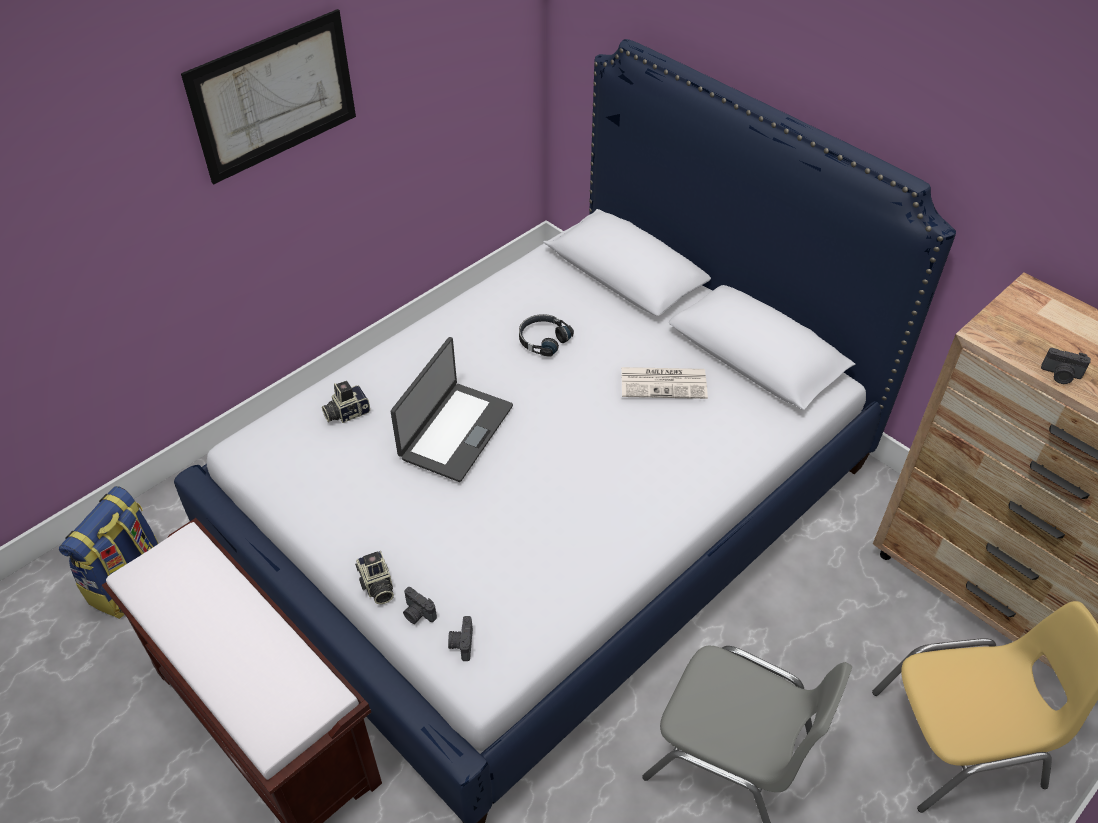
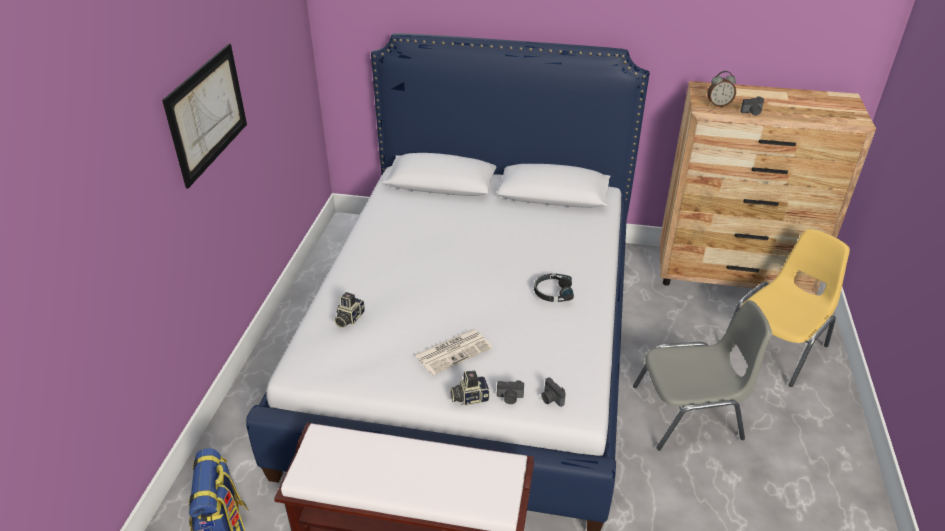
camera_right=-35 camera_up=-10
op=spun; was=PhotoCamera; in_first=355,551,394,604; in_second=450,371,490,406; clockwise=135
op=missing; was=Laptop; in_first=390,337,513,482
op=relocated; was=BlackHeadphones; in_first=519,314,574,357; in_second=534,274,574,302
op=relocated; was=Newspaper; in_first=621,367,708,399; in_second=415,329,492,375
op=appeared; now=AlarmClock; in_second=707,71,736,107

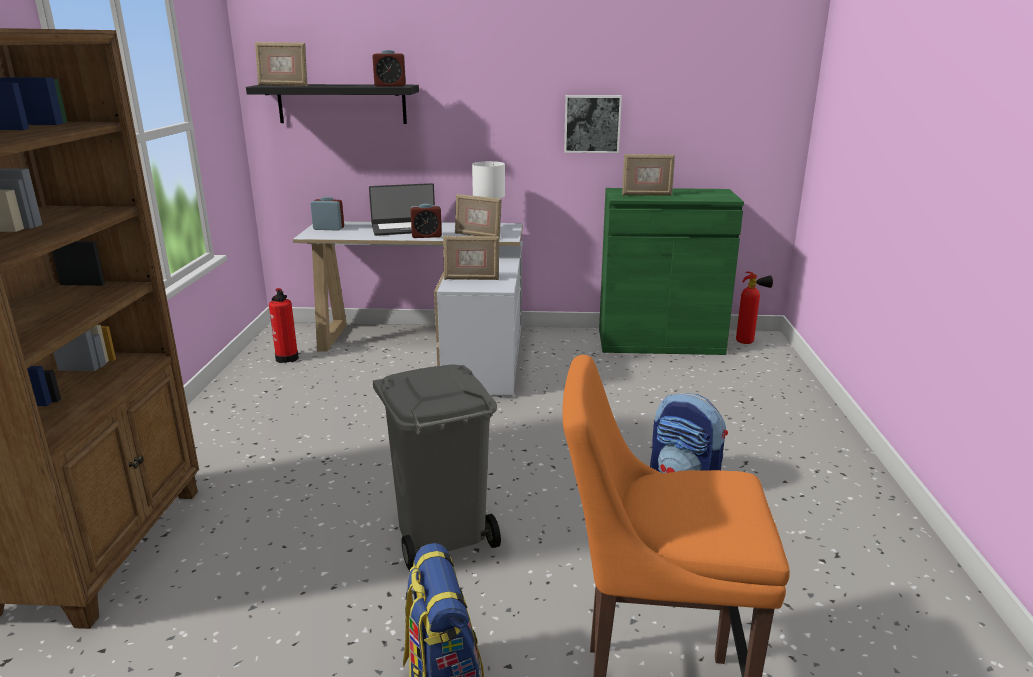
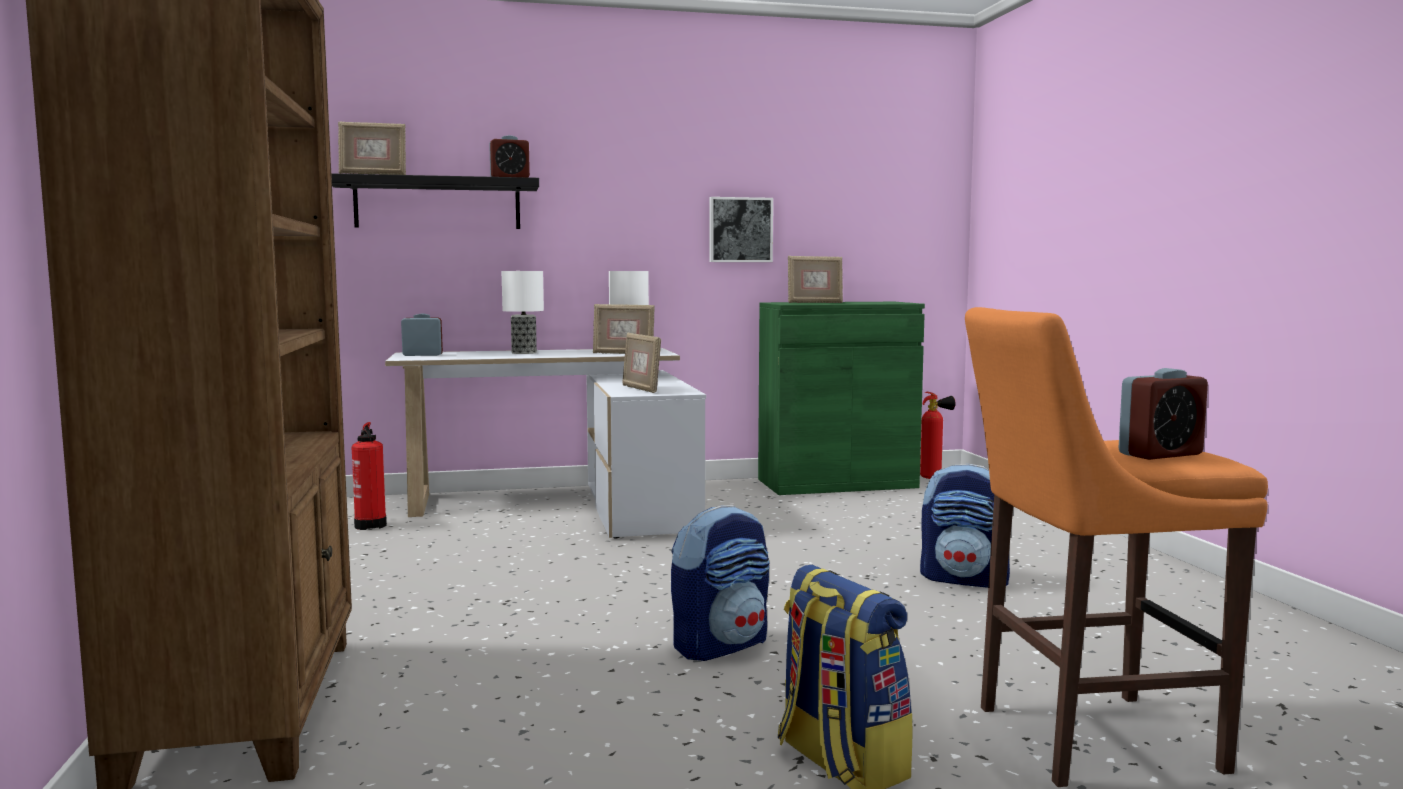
camera_right=-15 camera_up=-15
op=exchanged; was=Laptop; now=TableLamp; in_first=369,183,435,236; in_second=502,271,544,354
op=exchanged; was=GreyTrashCan; now=Backpack; in_first=373,365,501,571; in_second=671,505,770,661
op=relocated; was=AlarmClock; in_first=410,204,442,238; in_second=1118,368,1208,460
op=spun; was=PictureFrame; in_first=443,236,499,280; in_second=622,333,661,393; clockwise=75

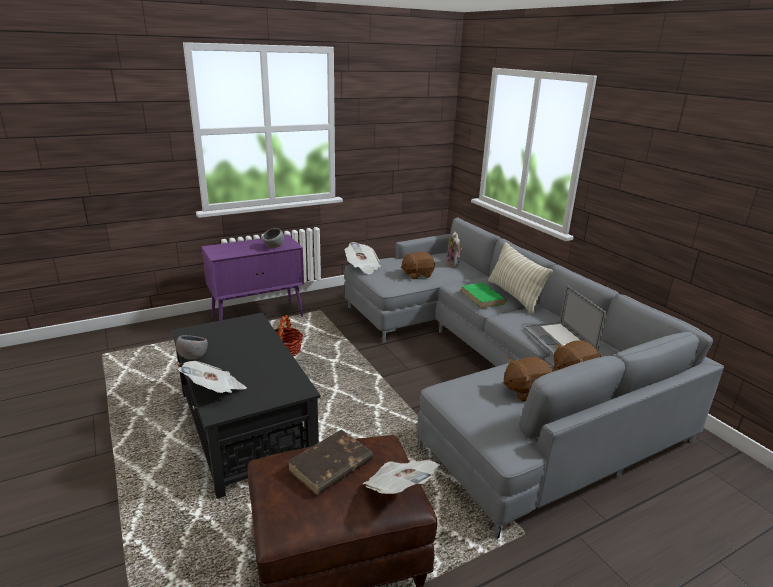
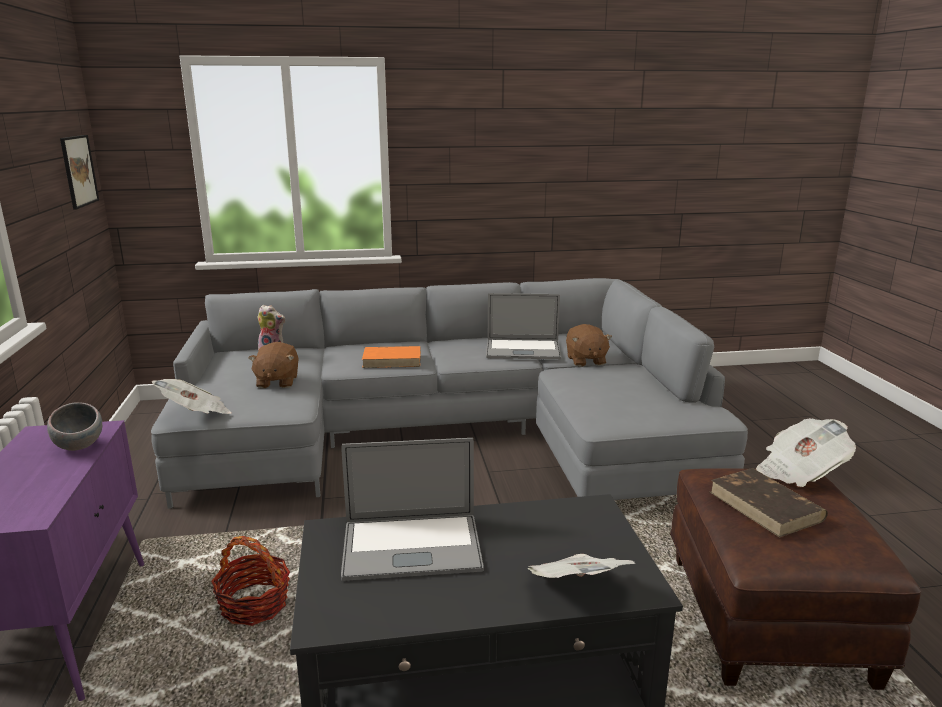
camera_right=-70 camera_up=-5
op=missing; was=GreyBowl; in_first=176,335,208,360
op=colour; was=GreenBook; now=OrangeBook; in_first=461,283,507,308; in_second=362,346,421,368
op=missing; was=Pillow; in_first=488,242,553,314
op=missing; was=BrownPlushToy; in_first=503,357,553,402
op=appeared; now=Picture; in_second=60,135,99,210
op=appeared; now=Laptop; in_second=341,438,483,581

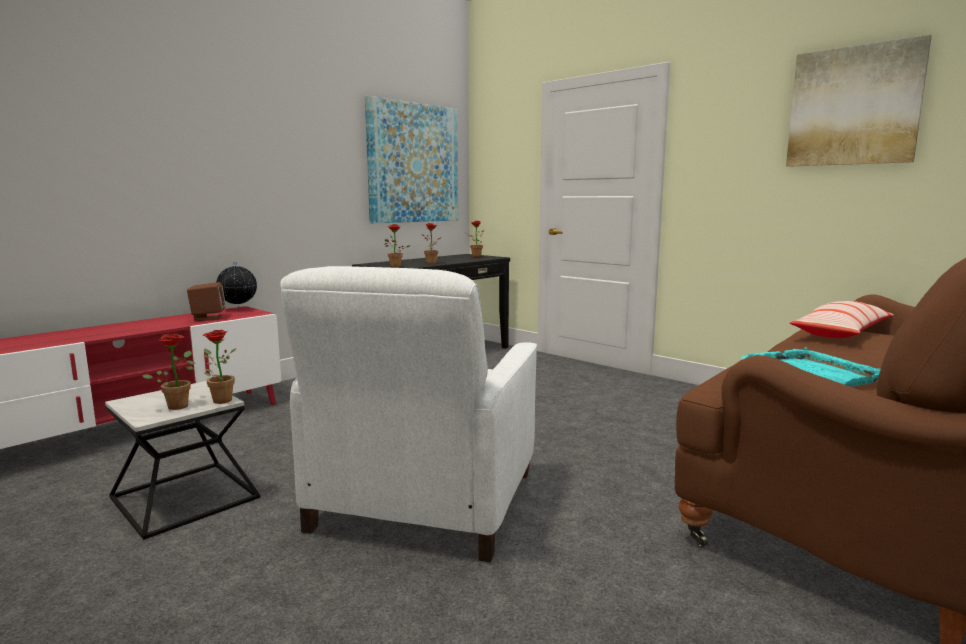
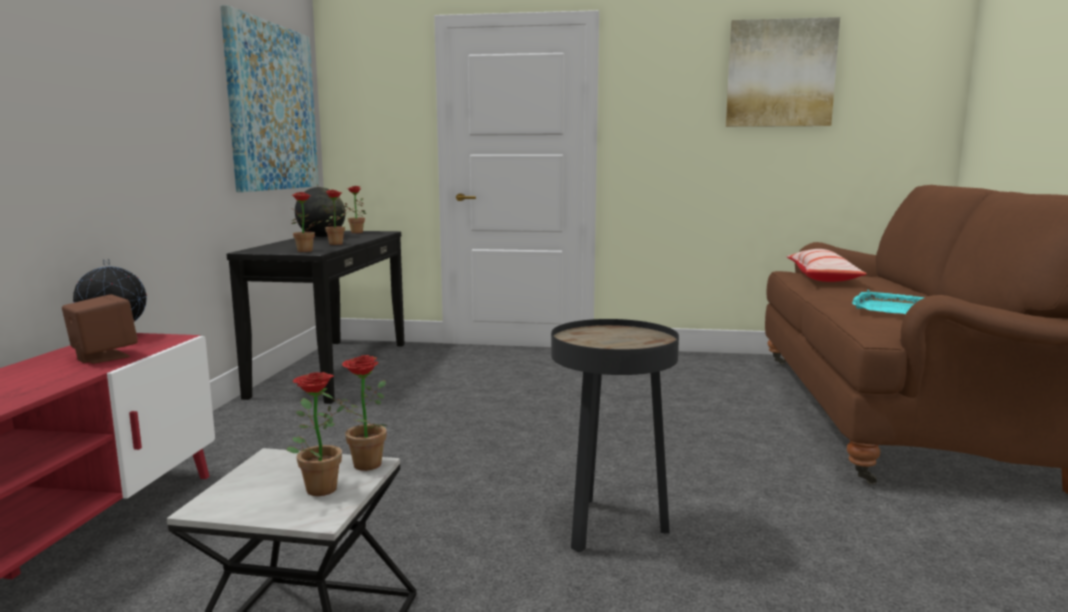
camera_right=-35 camera_up=0
op=exchanged; was=WhiteArmchair; now=BlackSideTable; in_first=280,266,537,562; in_second=551,319,679,552
op=appeared; now=Globe; in_second=295,187,345,237

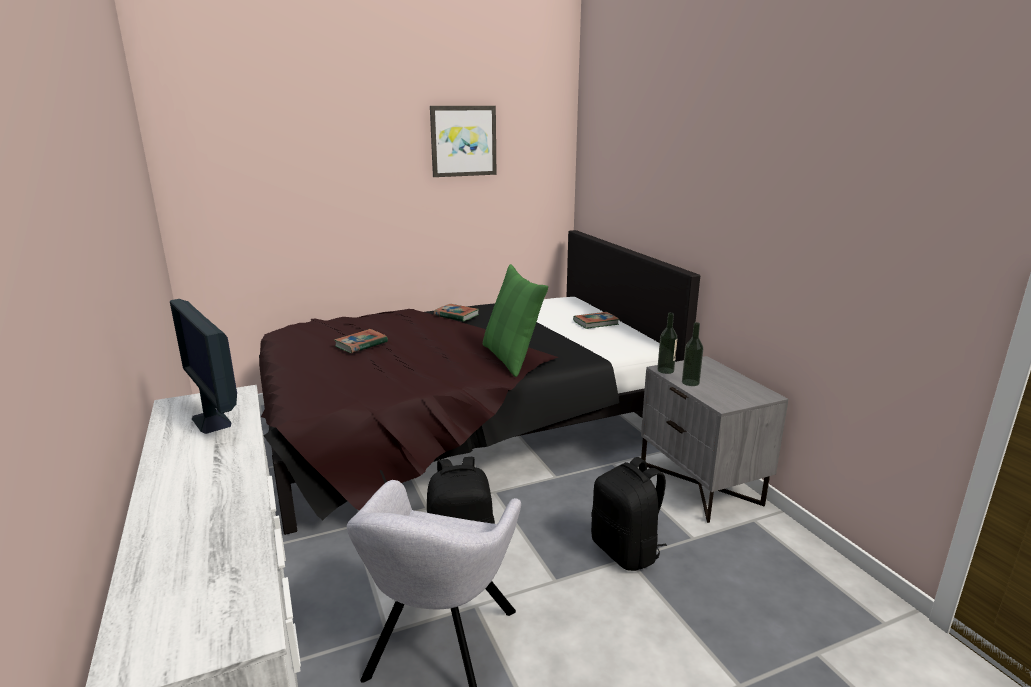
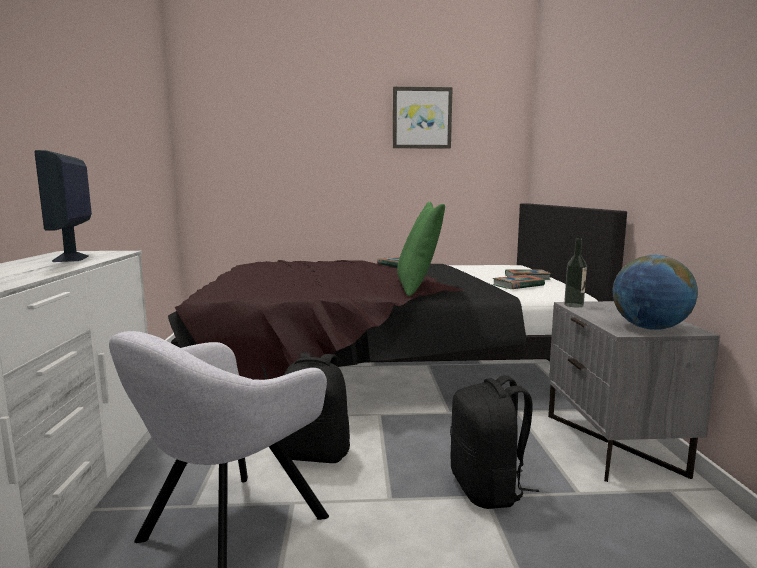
camera_right=20 camera_up=-10
op=relocated; was=Book; in_first=334,329,388,353; in_second=493,274,545,289
op=missing; was=Bottle; in_first=682,322,703,386
op=appeared; now=Globe; in_second=613,255,698,330

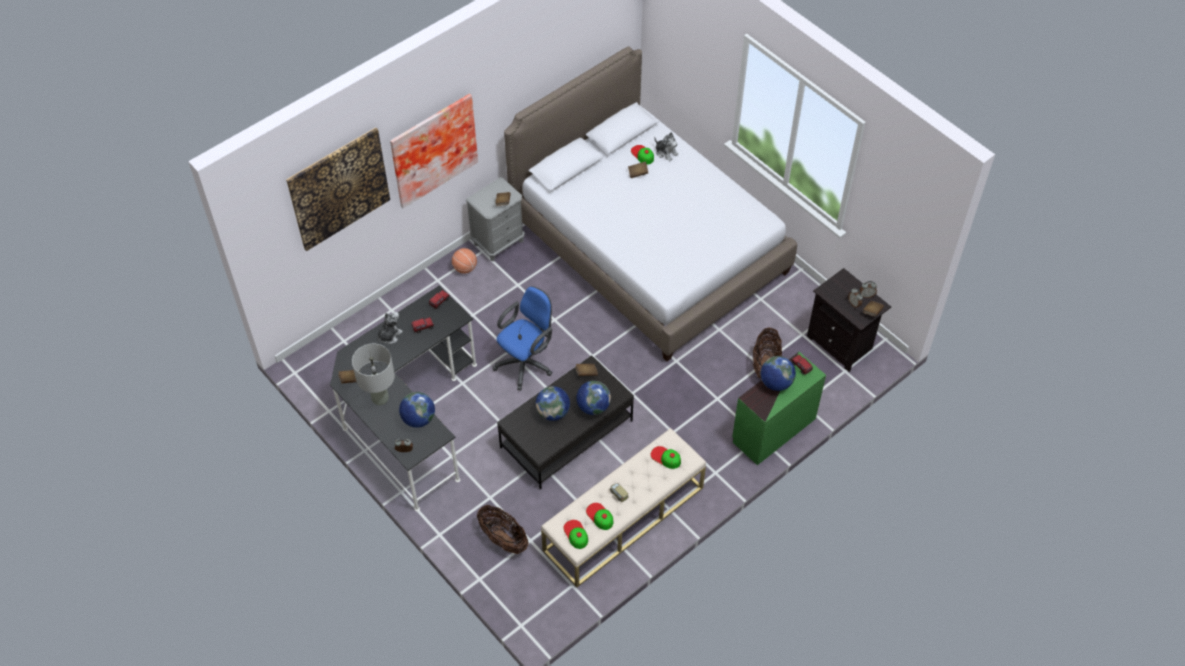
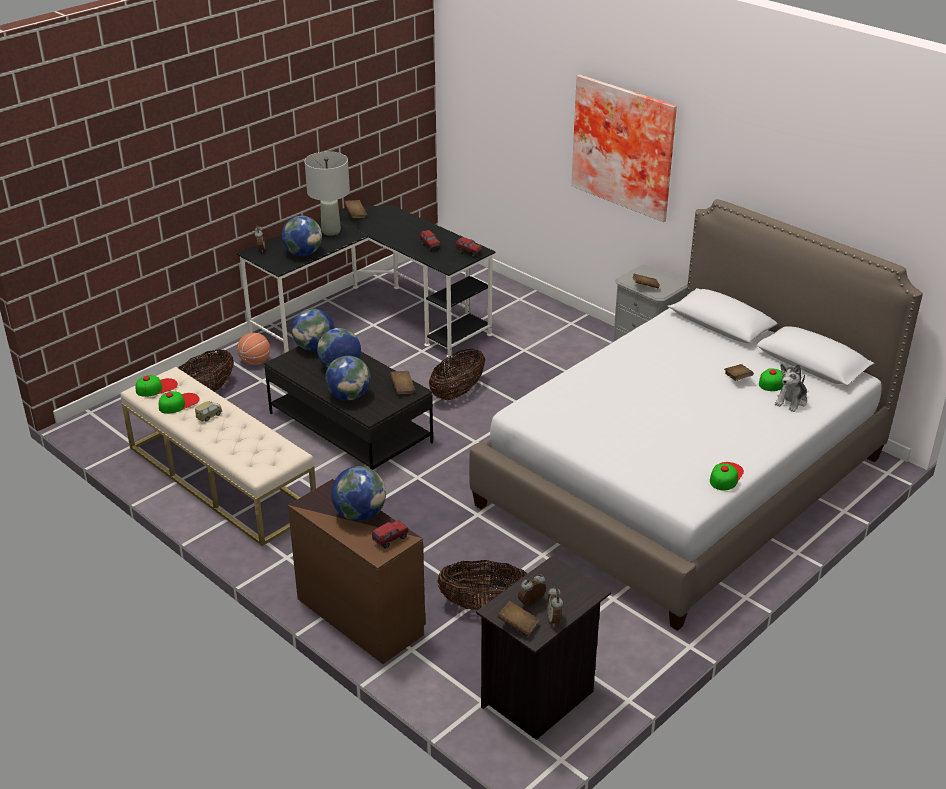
camera_right=85 camera_up=-20
op=missing; was=Picture; in_first=286,127,390,251
op=missing; was=PlushToy; in_first=377,312,403,344
op=relocated; was=Basketball; in_first=452,248,477,274; in_second=237,333,270,365
op=exchanged; was=BlueOfficeChair; now=Basket; in_first=493,286,553,390; in_second=429,349,485,400
op=relocated; was=Cap; in_first=651,446,681,469; in_second=710,462,744,491
op=colour; was=GreenDresser; now=BrownDresser; in_first=732,352,826,465; in_second=288,479,425,664
op=appeared; now=Globe; in_second=292,308,334,351

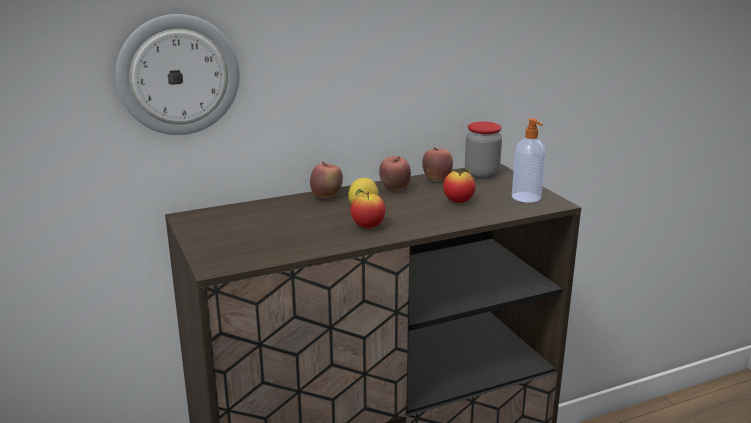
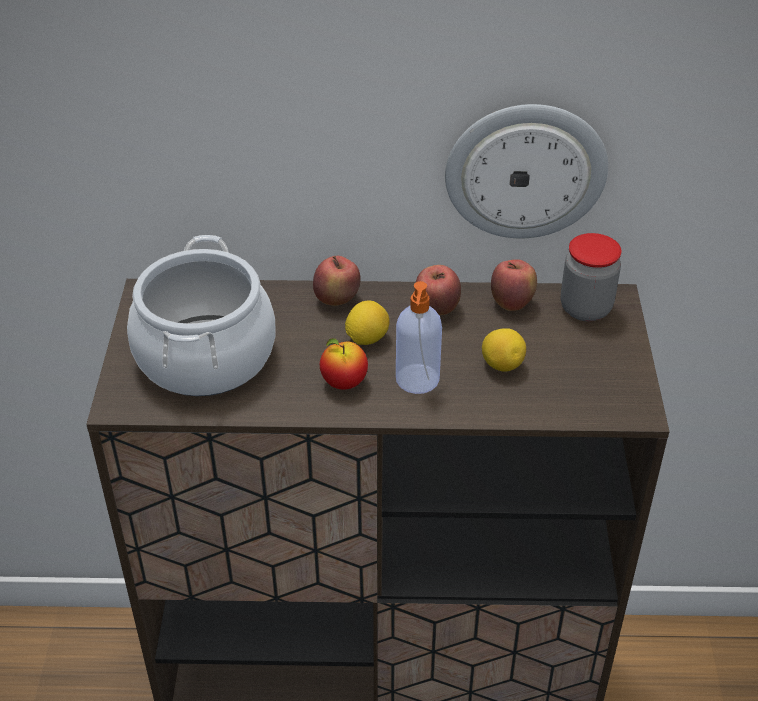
camera_right=25 camera_up=20
op=relocated; was=WallClock; in_first=115,14,240,135; in_second=445,104,608,238
op=exchanged; was=Apple; now=Lemon; in_first=443,168,476,203; in_second=482,328,526,372
op=relocated; was=SoapDispenser; in_first=512,118,545,203; in_second=396,281,442,394
op=appeared; now=CookingPot; in_second=127,235,275,396

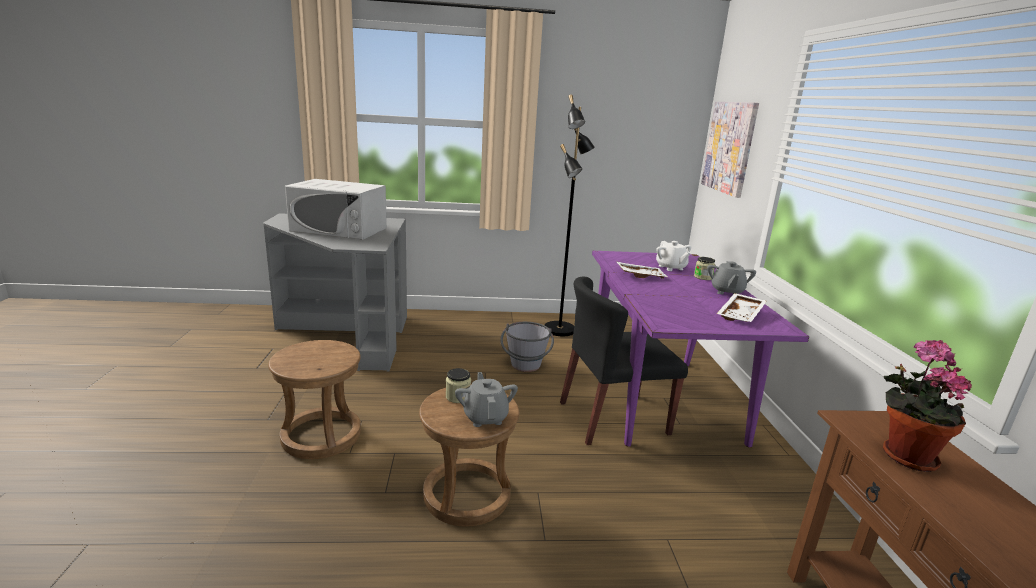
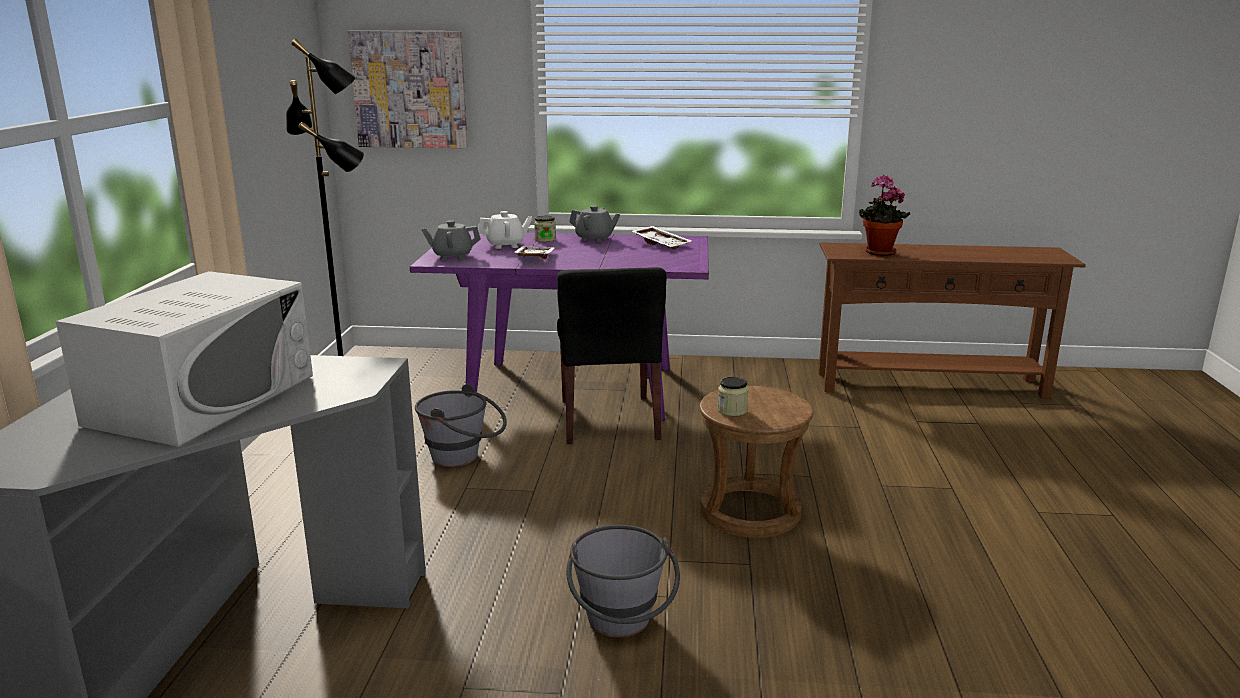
camera_right=-80 camera_up=0
op=exchanged; was=BrownStool; now=GreyBucket; in_first=268,340,361,459; in_second=566,525,680,638
op=relocated; was=GreyTeapot; in_first=455,372,518,427; in_second=421,220,481,260

